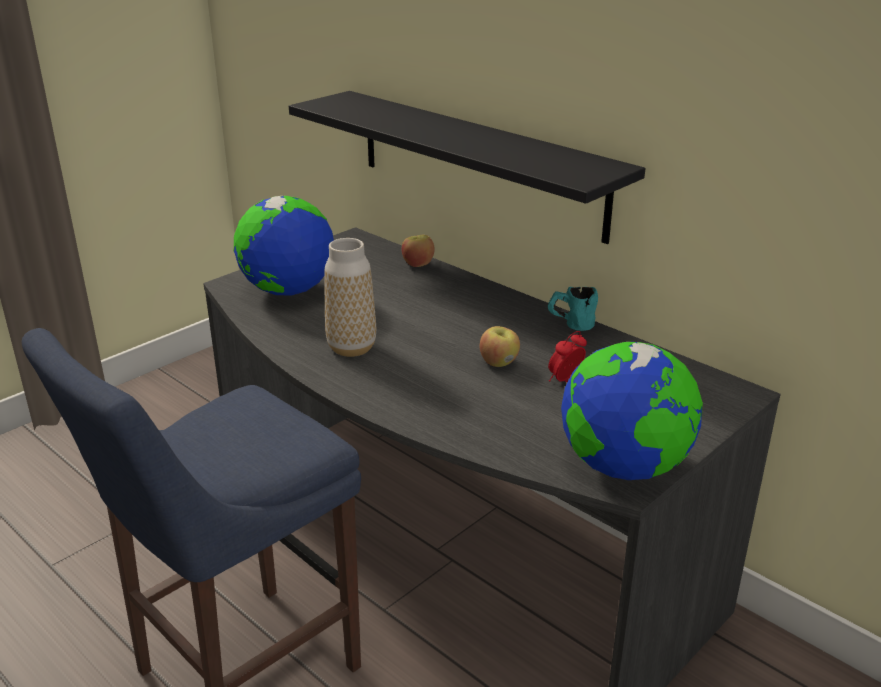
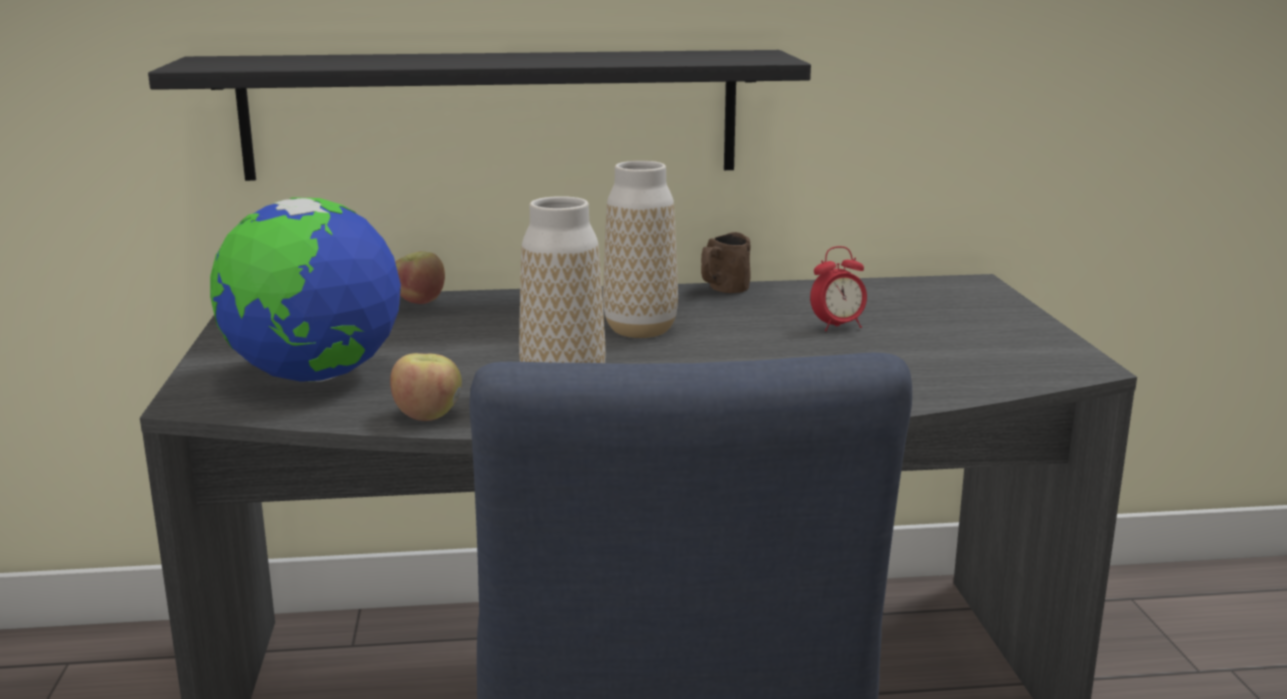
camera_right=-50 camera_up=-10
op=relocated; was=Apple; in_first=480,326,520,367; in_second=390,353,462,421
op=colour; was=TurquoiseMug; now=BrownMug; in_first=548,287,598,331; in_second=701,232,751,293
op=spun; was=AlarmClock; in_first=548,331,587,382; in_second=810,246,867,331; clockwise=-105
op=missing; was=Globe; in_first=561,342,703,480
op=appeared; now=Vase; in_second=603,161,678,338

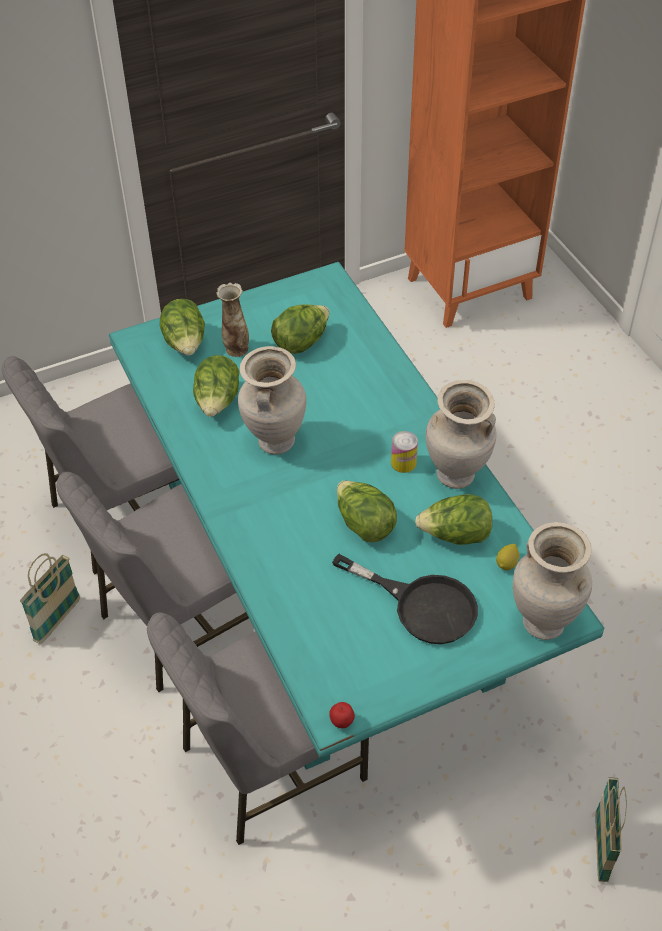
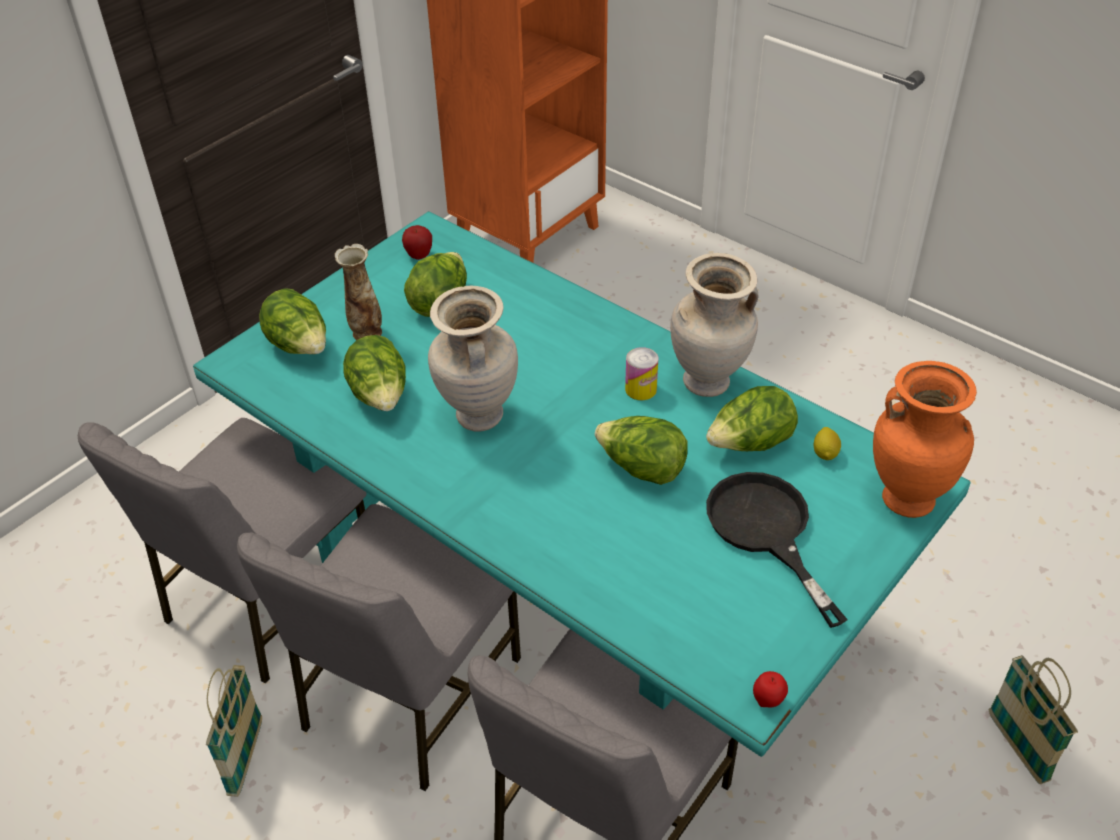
camera_right=-25 camera_up=-5
op=spun; was=BlackFryingPan; in_first=332,554,478,644; in_second=706,472,848,628; clockwise=-120
op=colour; was=BeigeVase; now=OrangeVase; in_first=513,522,592,640; in_second=873,361,977,518
op=appeared; now=Apple; in_second=402,225,432,260

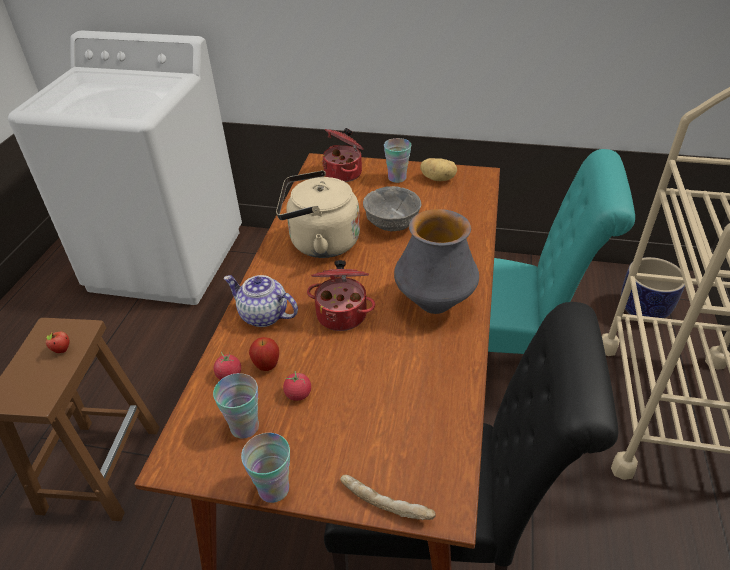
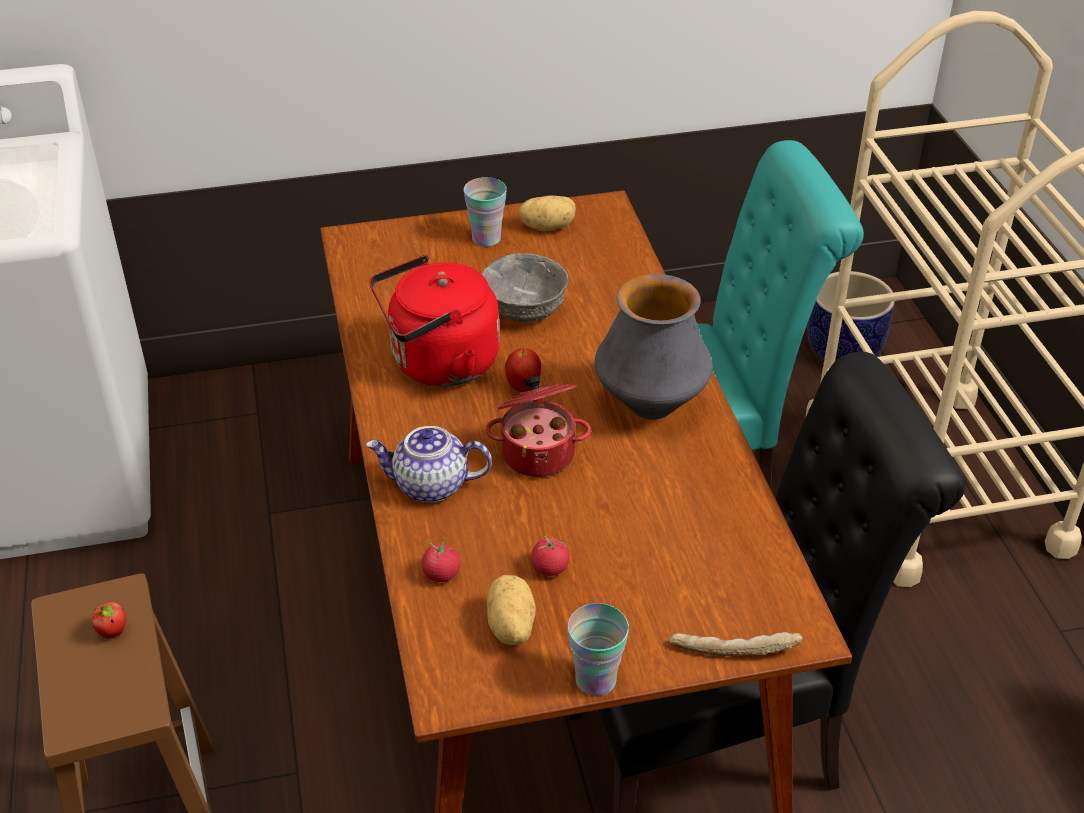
camera_right=-25 camera_up=0
op=exchanged; was=Cup; now=Potato; in_first=213,373,259,439; in_second=487,575,536,645
op=relocated; was=Apple; in_first=249,337,279,371; in_second=505,348,541,392
op=colour; was=BeigeKettle; now=RedKettle; in_first=276,170,360,258; in_second=369,255,500,386
op=missing; was=CookingPot; in_first=322,128,364,182

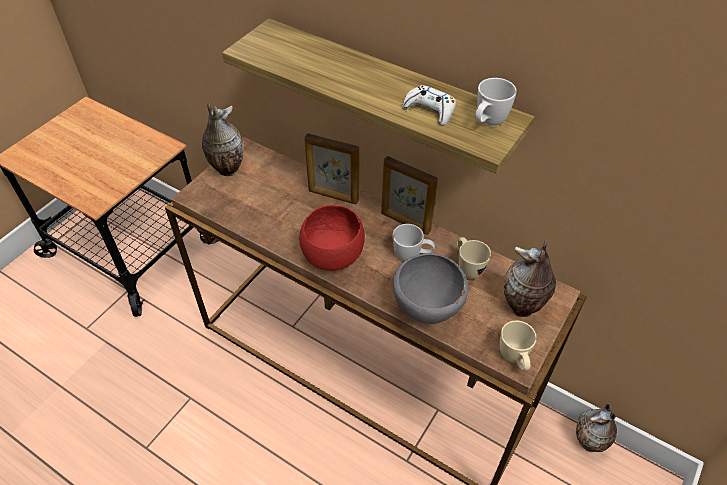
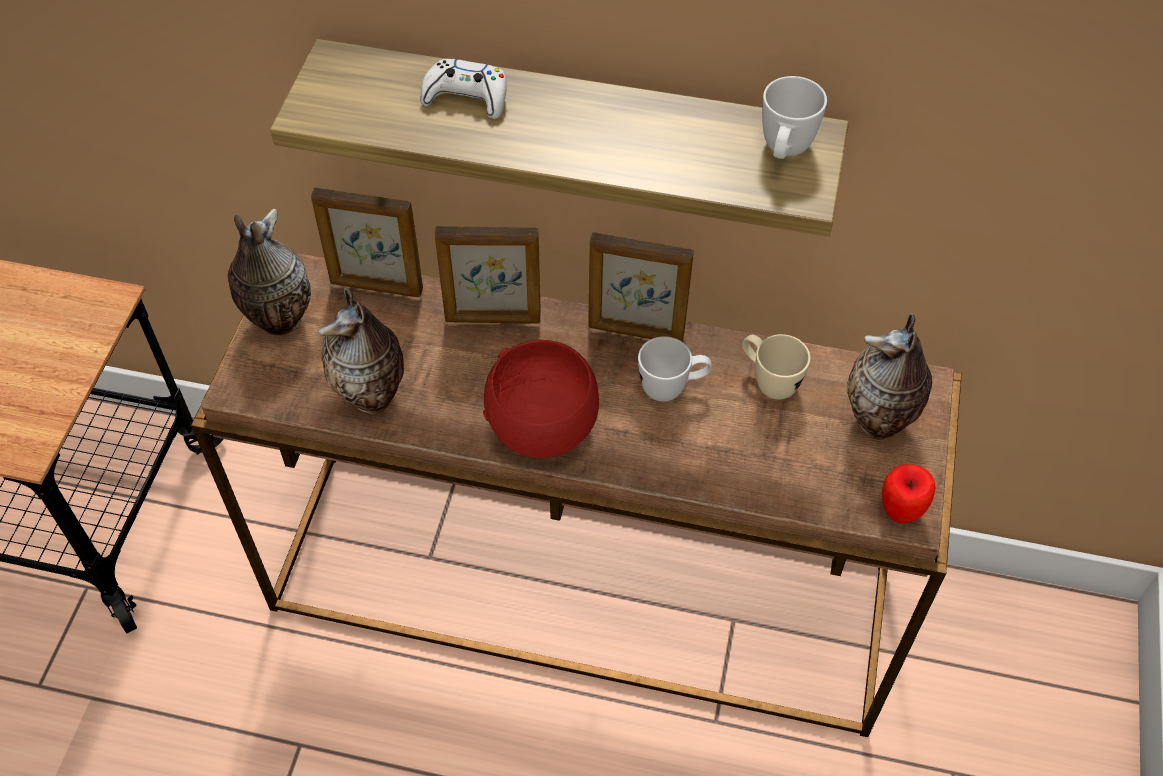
camera_right=-20 camera_up=5
op=missing; was=GreyBowl; in_first=393,253,468,324
op=relocated; was=WhiteGameController; in_first=402,85,456,126; in_second=420,59,507,119
op=exchanged; was=BeigeMug; now=Apple; in_first=500,321,537,371; in_second=882,464,936,523
op=relocated; was=Vase; in_first=576,403,617,452; in_second=318,288,404,414
op=appeared; now=PictureFrame; in_second=311,187,423,297

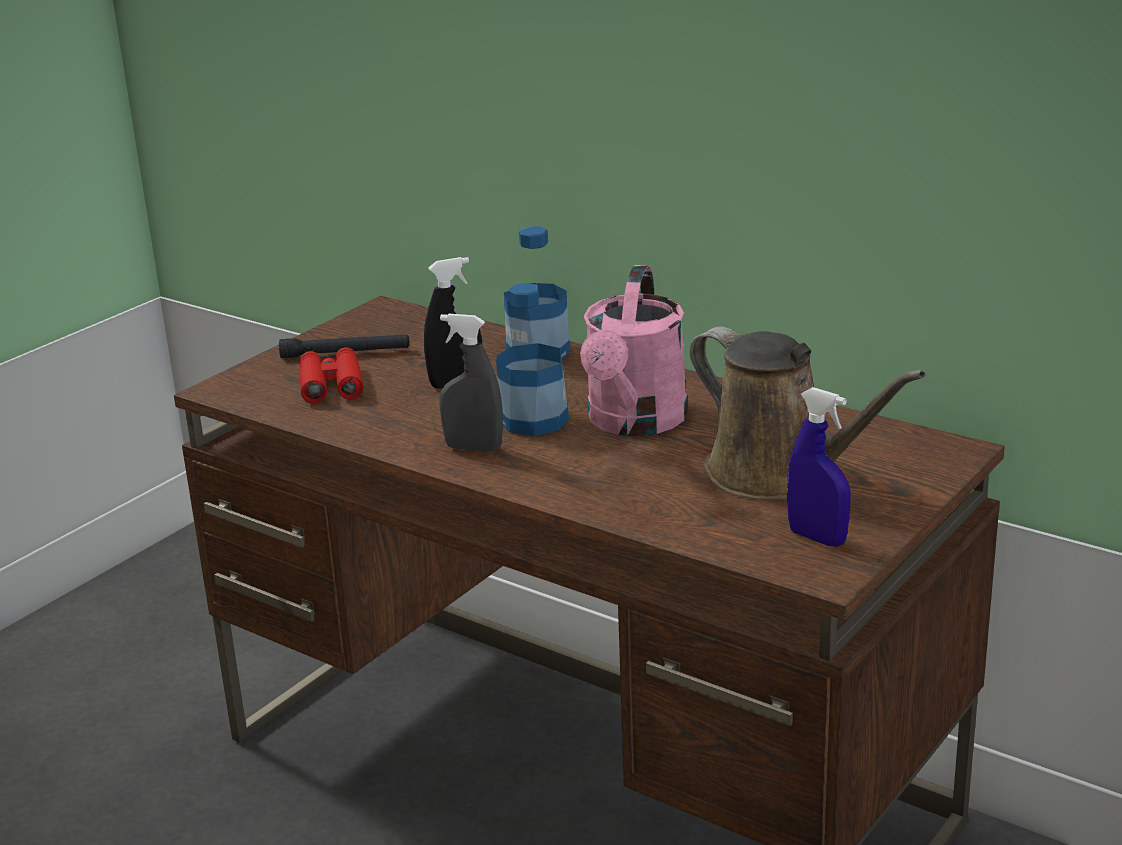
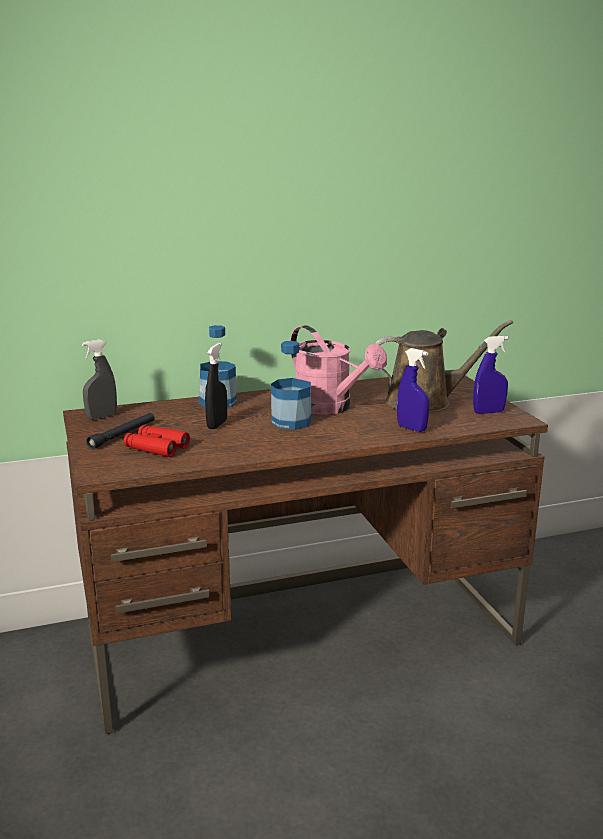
camera_right=-55 camera_up=-5
op=relocated; was=GreySprayBottle; in_first=439,314,503,452; in_second=82,339,117,420
op=appeared; now=BlueSprayBottle; in_second=397,348,429,432

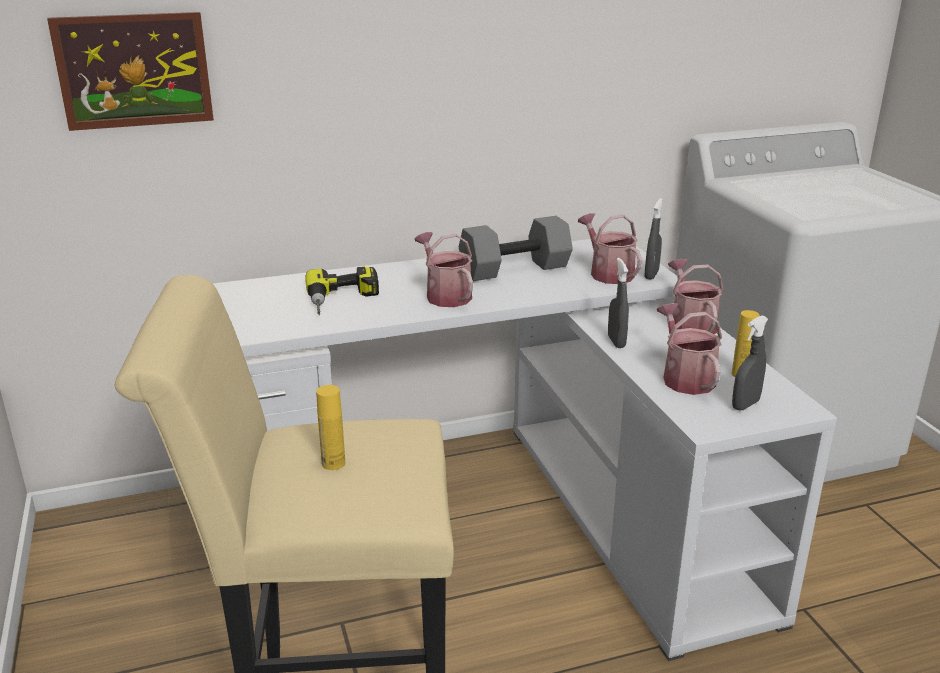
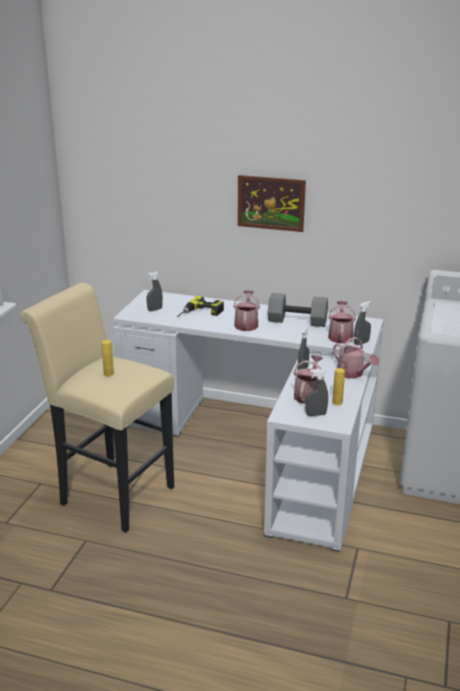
camera_right=35 camera_up=0
op=relocated; was=Picture; in_first=47,12,214,131; in_second=238,175,306,232
op=spun; was=WateringCan; in_first=668,259,723,334; in_second=333,337,379,379; clockwise=120
op=appeared; now=GreySprayBottle; in_second=147,271,163,312

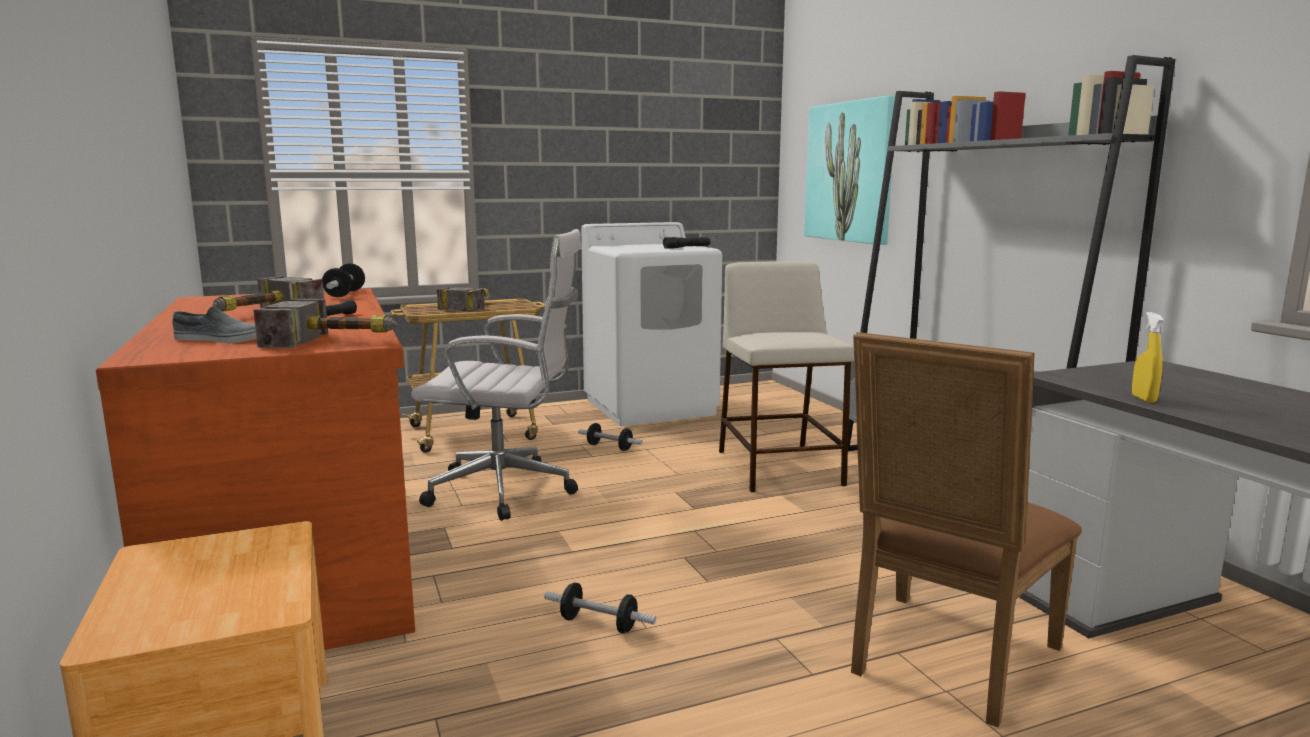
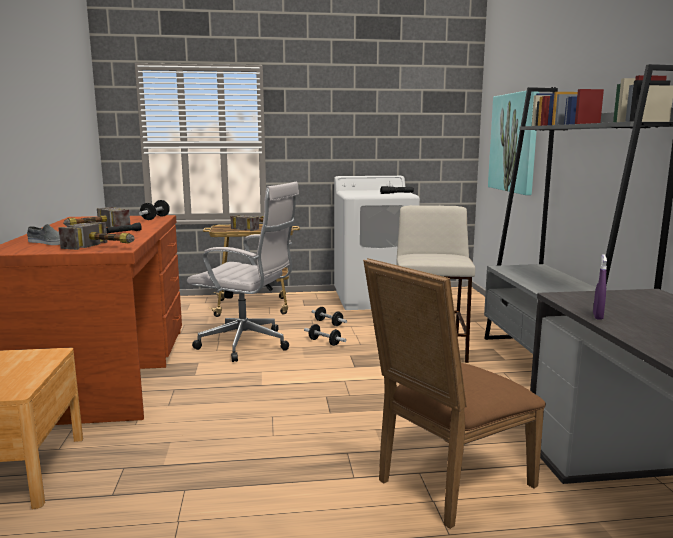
camera_right=15 camera_up=0
op=relocated; was=Dumbbell; in_first=544,583,656,633; in_second=304,324,346,346
op=colour; was=YellowSprayBottle; now=PurpleSprayBottle; in_first=1132,312,1164,403; in_second=593,254,607,320

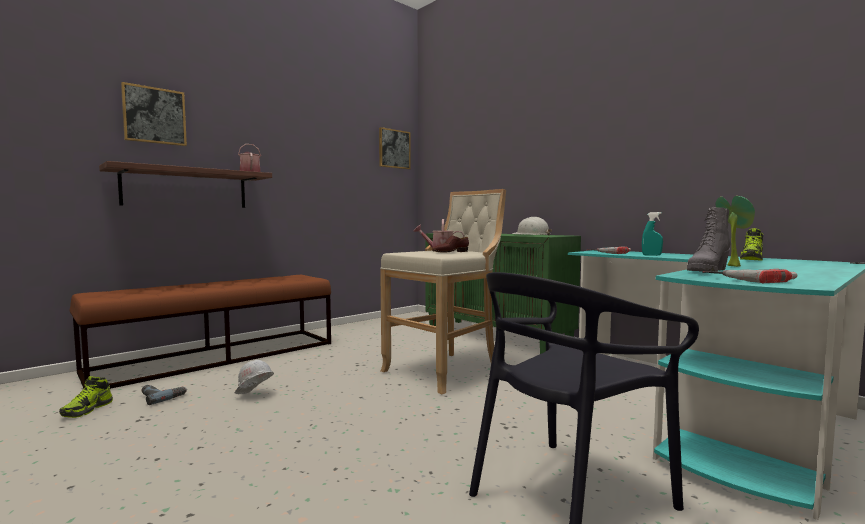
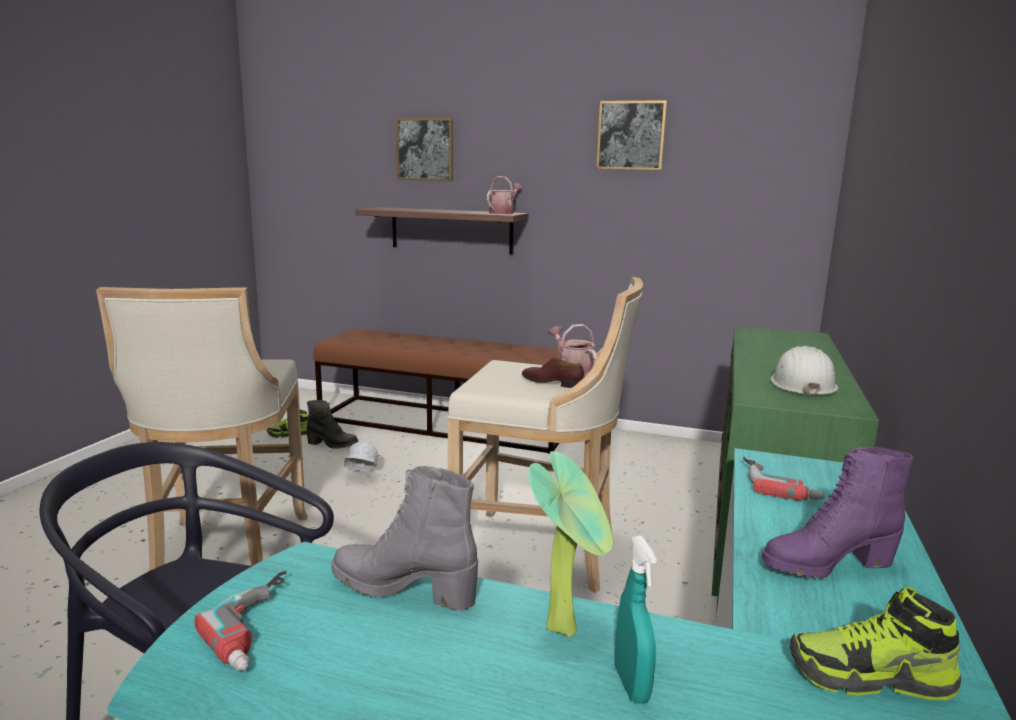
camera_right=60 camera_up=10
op=exchanged; was=PowerDrill; now=BlackBoot; in_first=142,385,187,405; in_second=307,400,358,449
op=relocated; was=Picture; in_first=379,127,411,169; in_second=596,100,667,170
op=relocated; was=TurquoiseSprayBottle; in_first=642,212,663,256; in_second=615,536,657,704
op=appeared; now=BeigeStool; in_second=96,287,308,571
op=appeared; now=PurpleBoot; in_second=762,447,914,579

